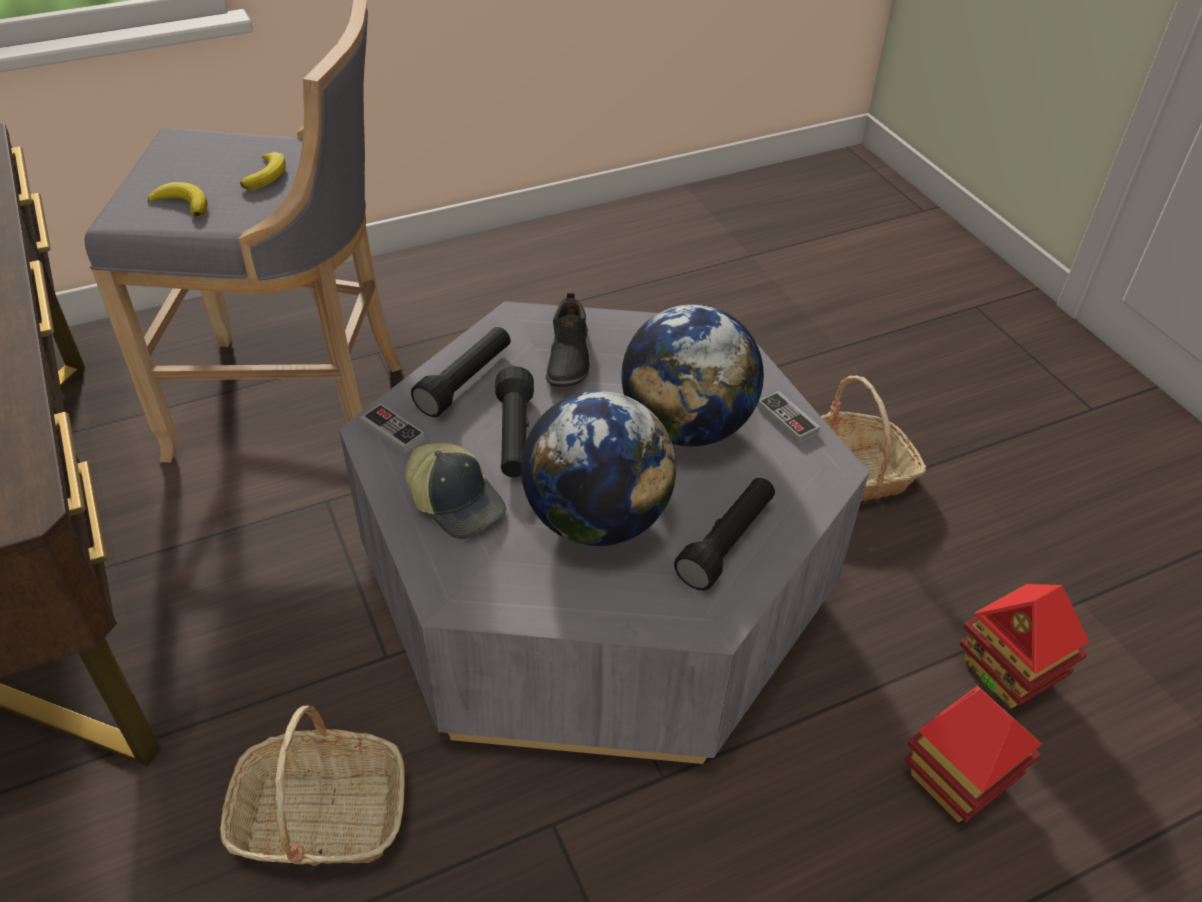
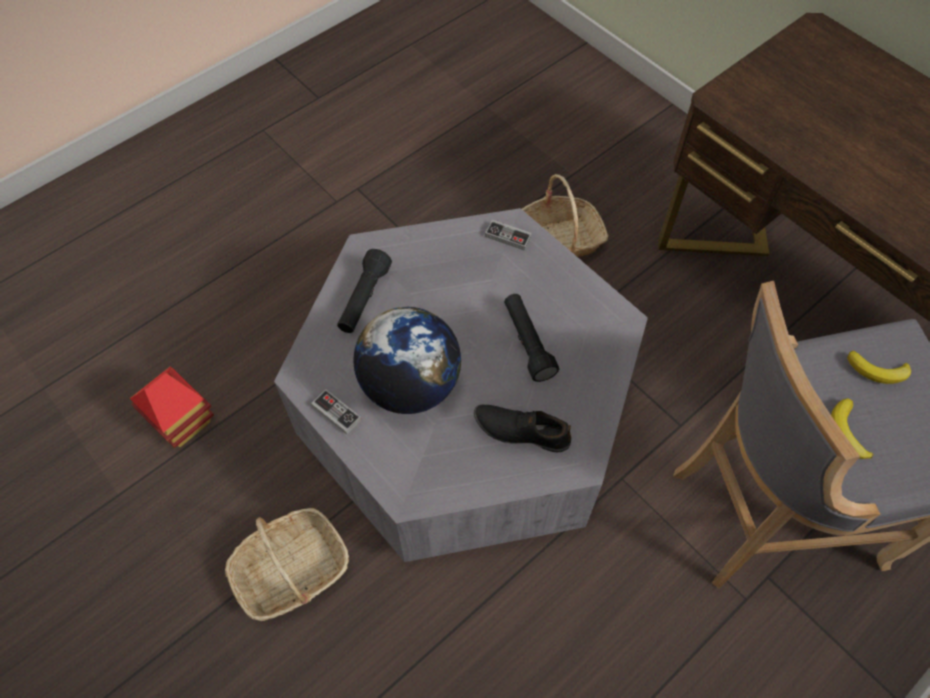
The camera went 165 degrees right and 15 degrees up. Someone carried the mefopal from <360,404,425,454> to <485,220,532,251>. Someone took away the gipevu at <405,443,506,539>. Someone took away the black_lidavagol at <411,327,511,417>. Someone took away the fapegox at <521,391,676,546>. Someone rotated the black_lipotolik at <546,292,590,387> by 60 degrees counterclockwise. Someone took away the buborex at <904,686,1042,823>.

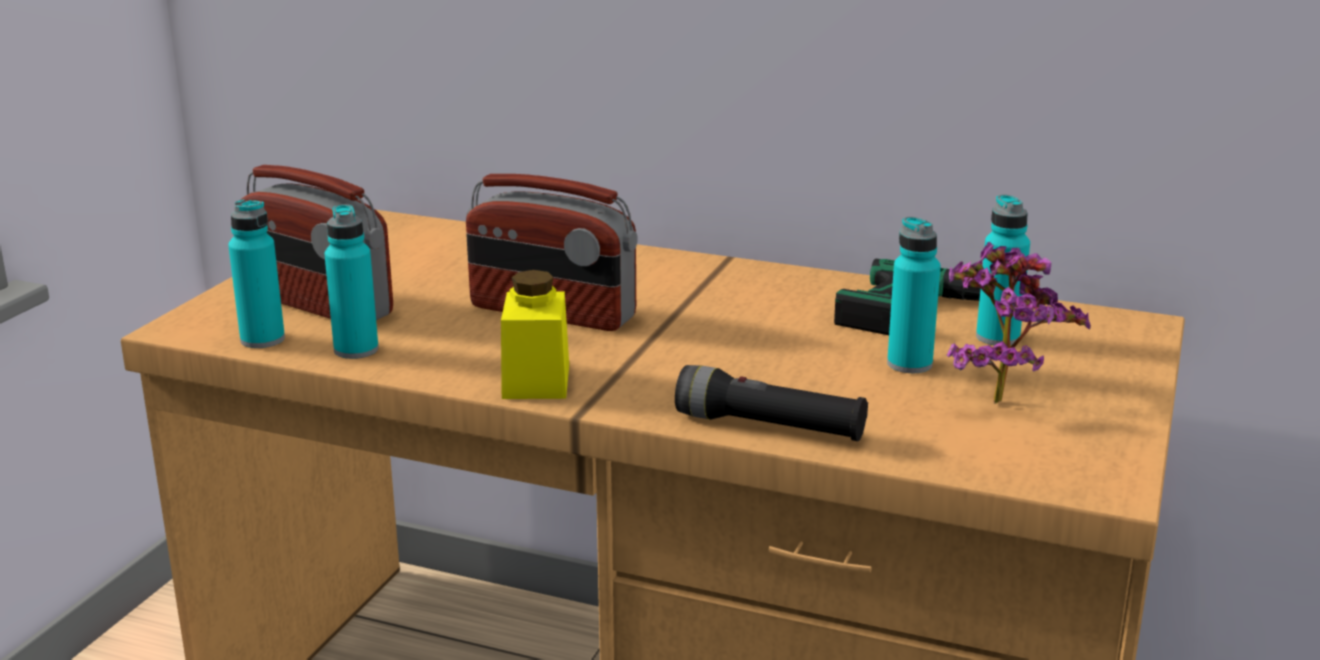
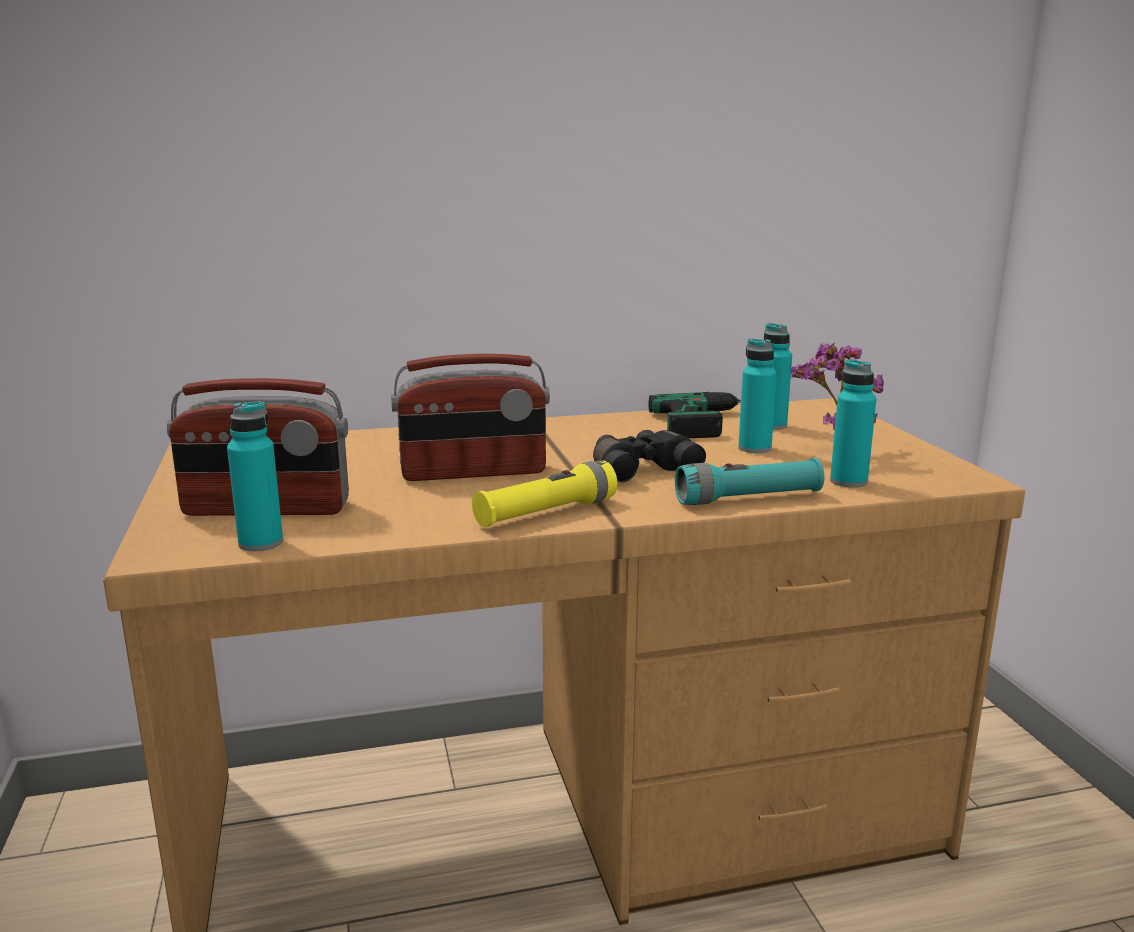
The camera went 35 degrees left and 5 degrees down. Someone carried the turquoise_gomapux from <324,204,379,359> to <830,359,876,488>. Someone swapped the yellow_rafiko at <501,270,569,399> for the yellow_lidavagol at <472,460,617,527>. Someone repainted the black_lidavagol at <675,365,868,441>, which became the turquoise_lidavagol at <675,458,824,505>. Someone put down the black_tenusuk at <593,430,706,482>.

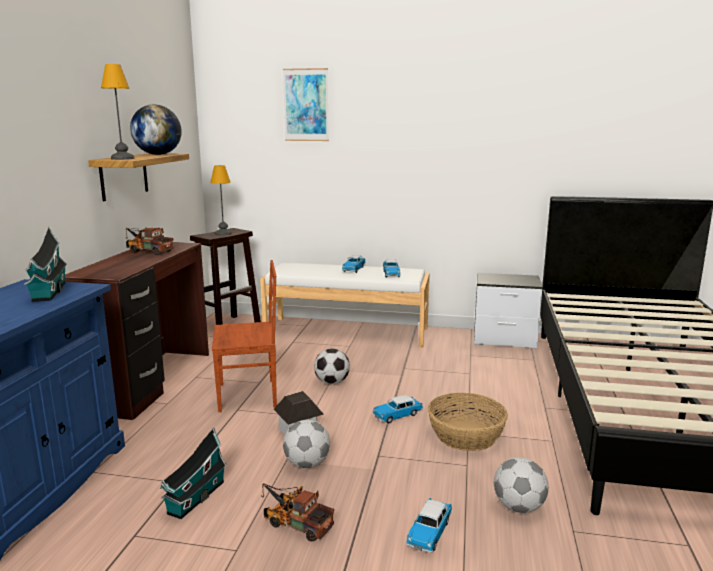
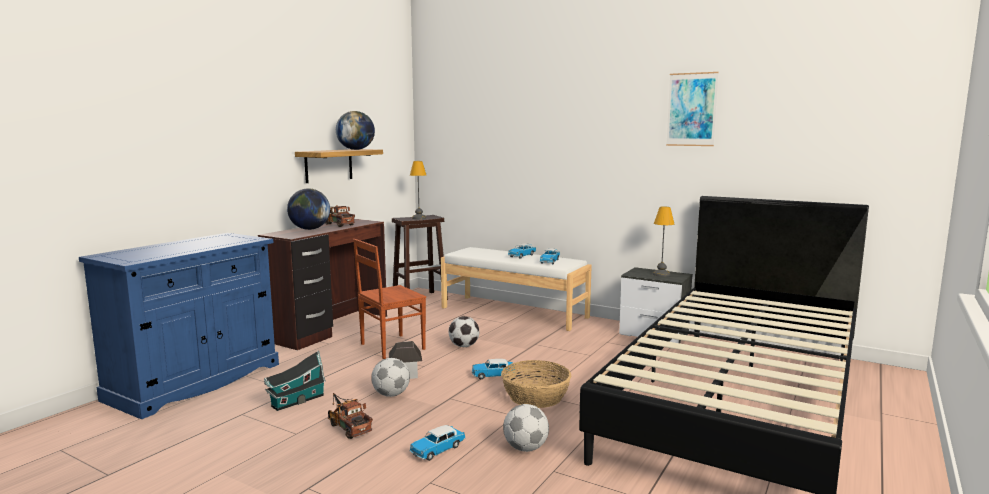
The camera went 20 degrees right and 5 degrees down. Someone took away the buborex at <24,227,67,302>. Someone carried the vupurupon from <101,64,134,160> to <653,207,674,277>. Someone rotated the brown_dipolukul at <212,260,277,412> by 135 degrees clockwise. Someone carried the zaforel from <283,68,329,141> to <666,72,719,146>. Someone put down the fapegox at <287,188,330,230>.

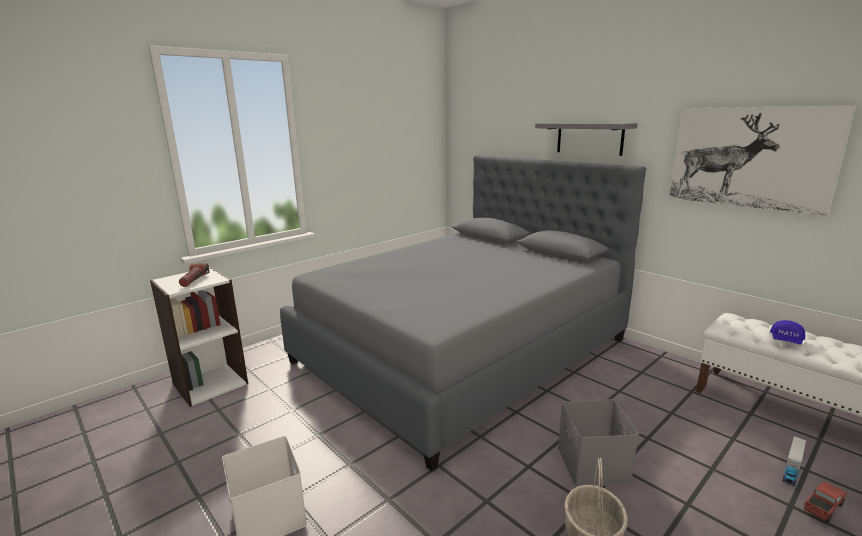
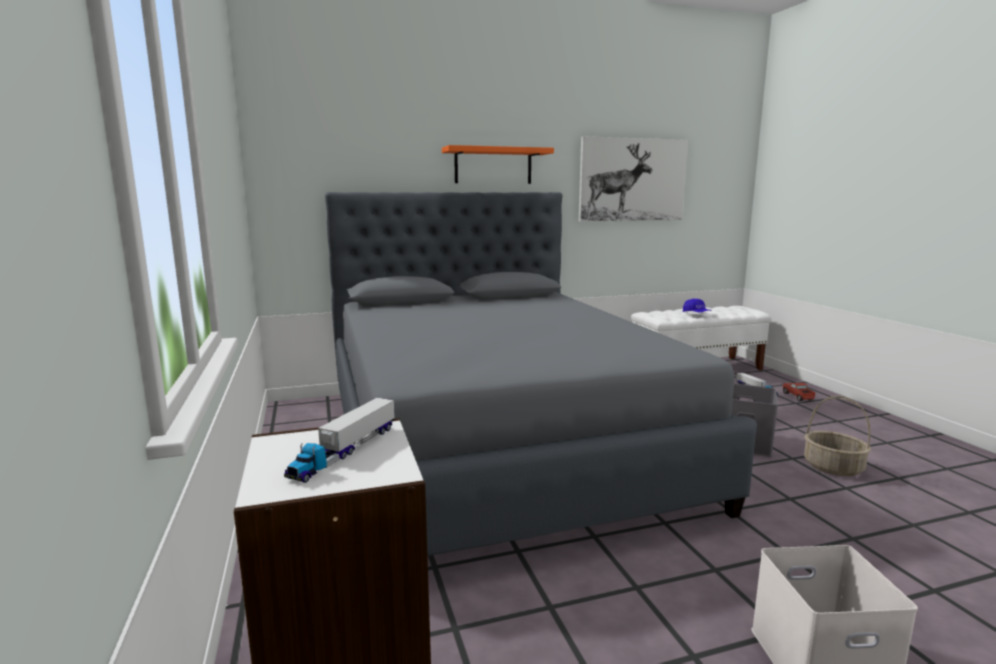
The camera went 65 degrees left and 5 degrees down. Someone swapped the lidavagol at <179,263,209,287> for the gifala at <284,398,395,483>. Someone repainted the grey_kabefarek at <535,123,637,156>, which became the orange_kabefarek at <442,145,554,184>.

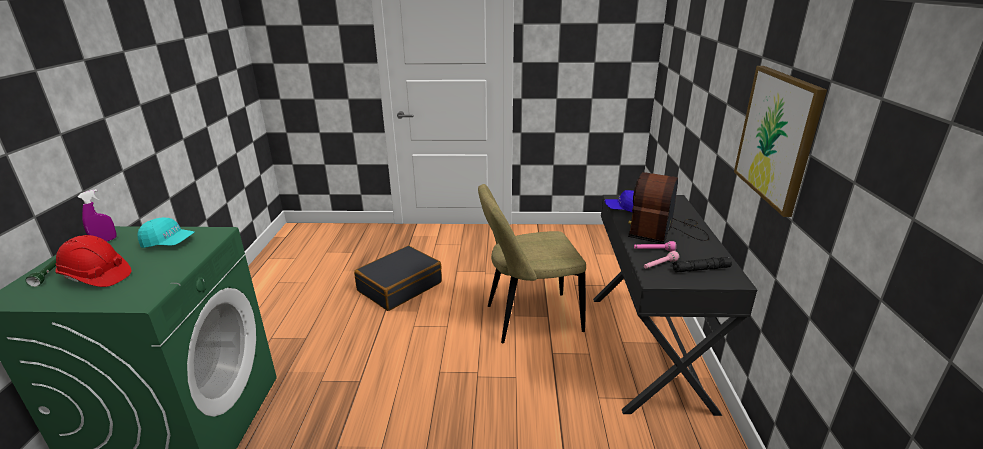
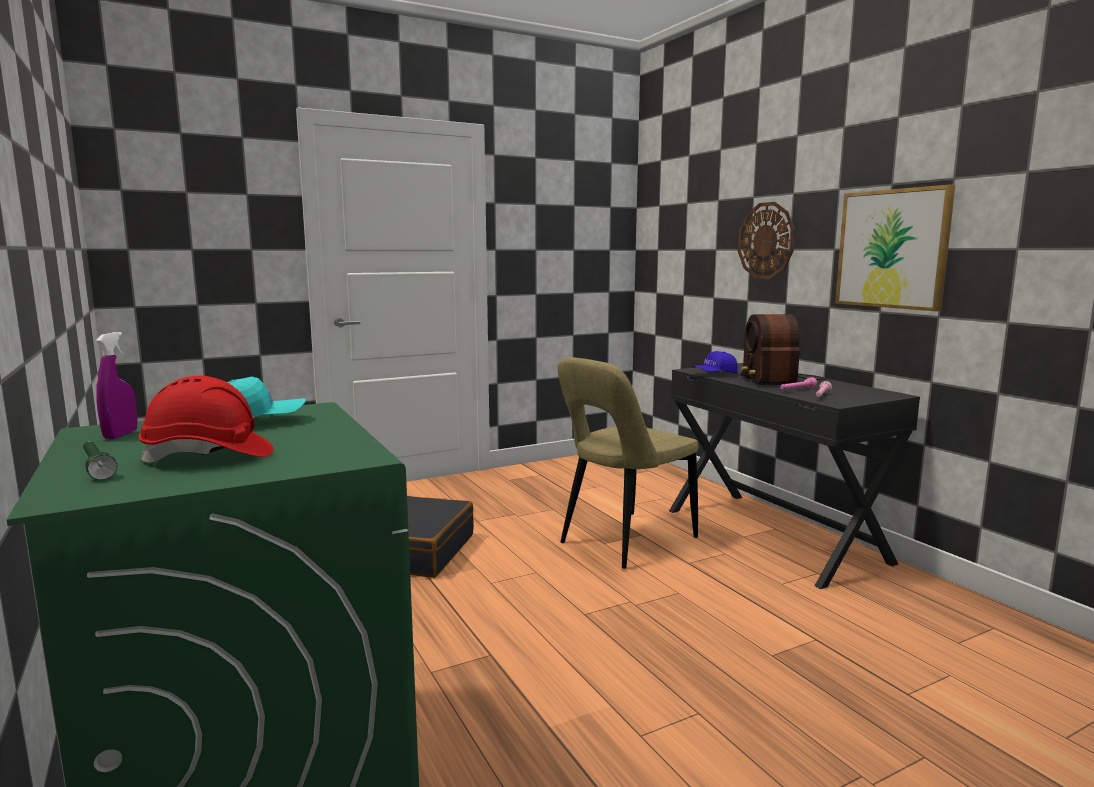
The camera went 30 degrees left and 15 degrees down. Someone took away the black_lidavagol at <671,257,732,273>. Someone put up the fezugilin at <738,202,795,279>.

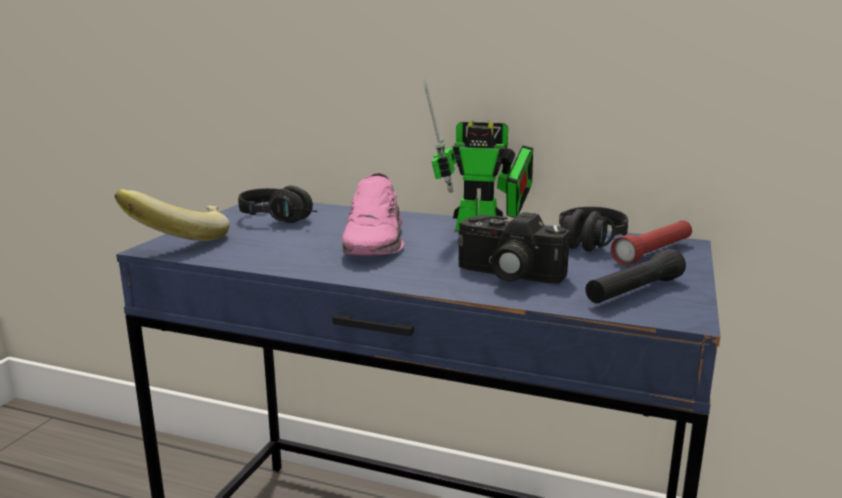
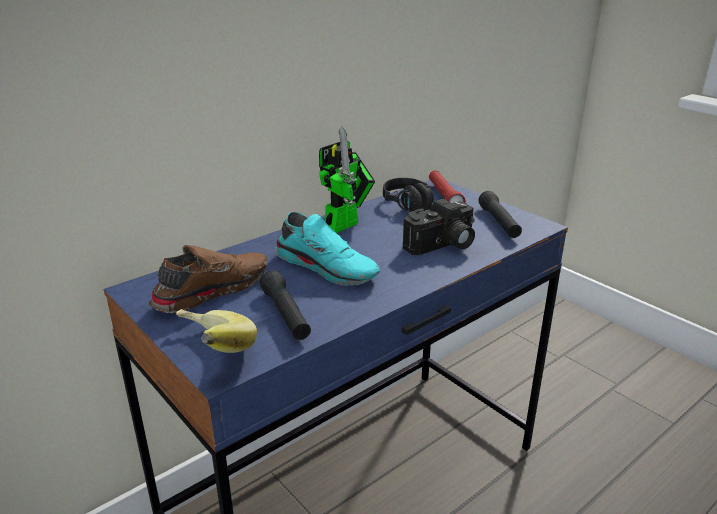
The camera went 60 degrees left and 10 degrees up. Someone swapped the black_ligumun at <238,186,318,223> for the brown_lipotolik at <149,245,267,313>. Someone repainted the pink_lipotolik at <342,173,404,255>, which became the turquoise_lipotolik at <275,212,380,285>. Someone put down the black_lidavagol at <260,270,311,340>.

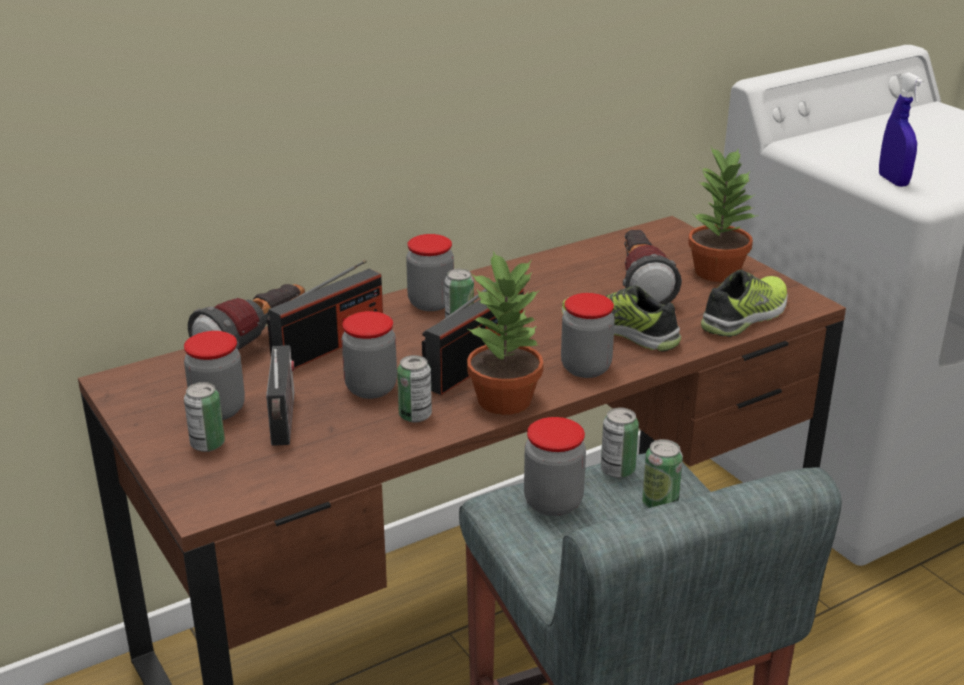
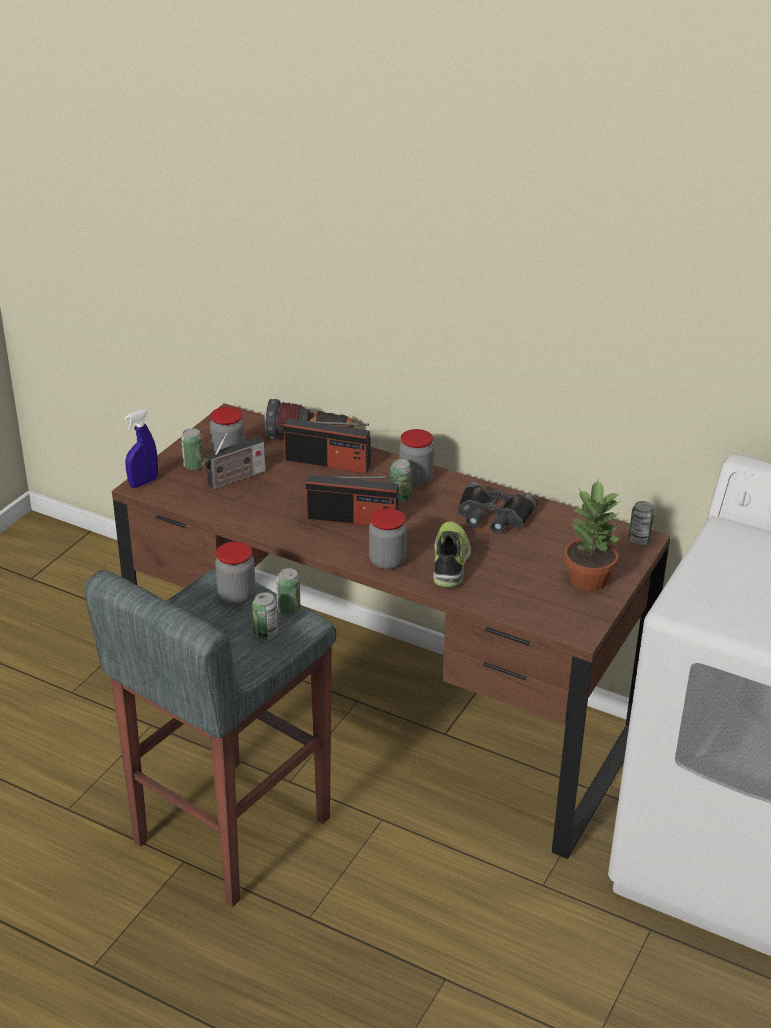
The camera went 60 degrees right and 5 degrees up. Someone took away the rafiko at <342,311,397,399>. Someone carried the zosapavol from <397,355,432,423> to <629,501,655,545>. Someone took away the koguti at <466,251,543,415>. Someone took away the lidavagol at <623,229,682,305>. Someone took away the lipotolik at <701,270,787,337>. Someone carried the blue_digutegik from <879,72,924,187> to <124,410,158,488>. Someone put down the black_tenusuk at <457,482,538,534>.

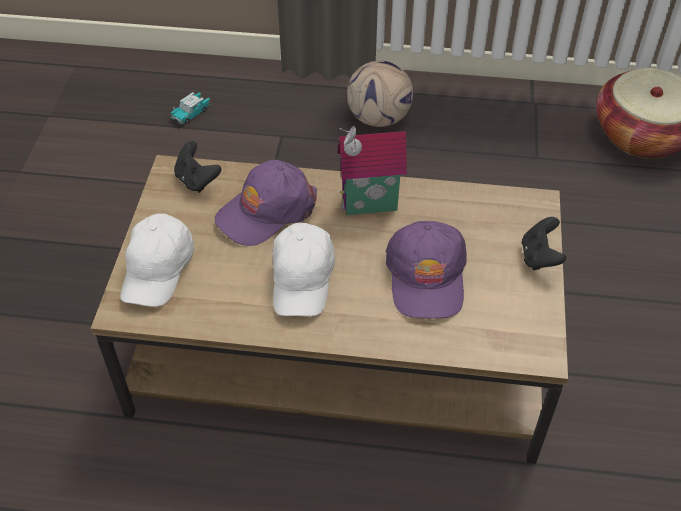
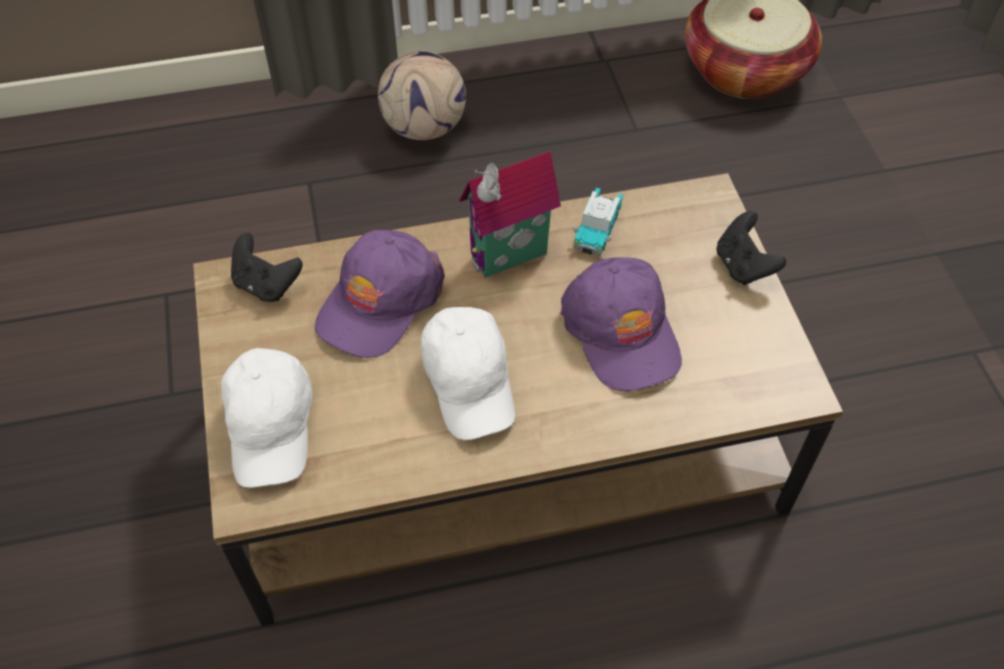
The camera went 20 degrees left and 5 degrees up. Someone carried the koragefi from <171,92,210,125> to <573,188,623,255>.

